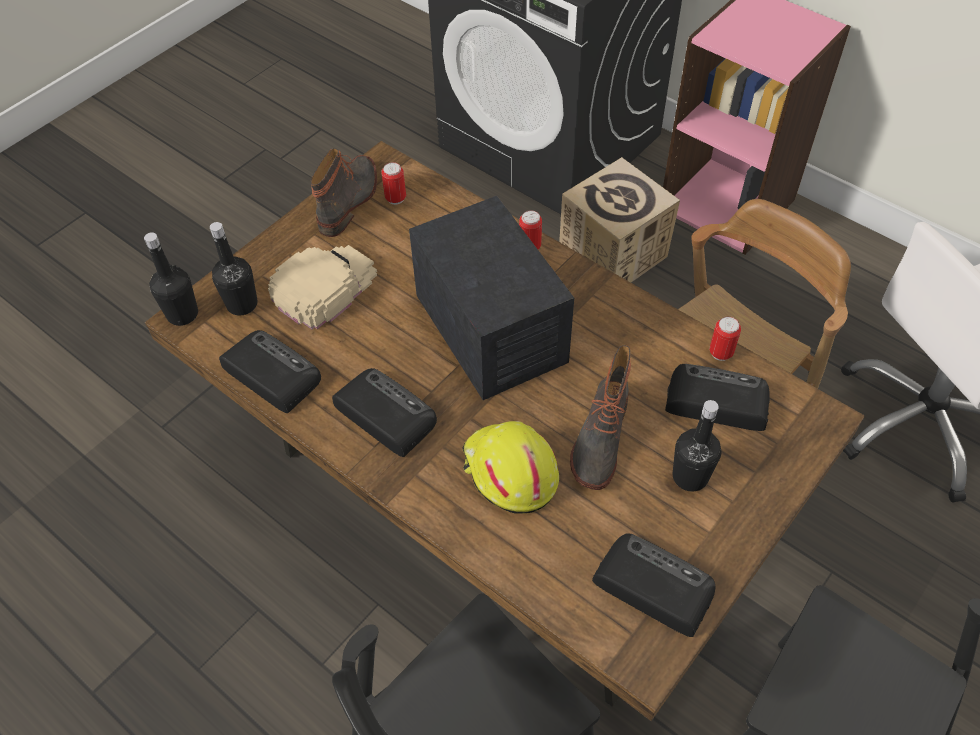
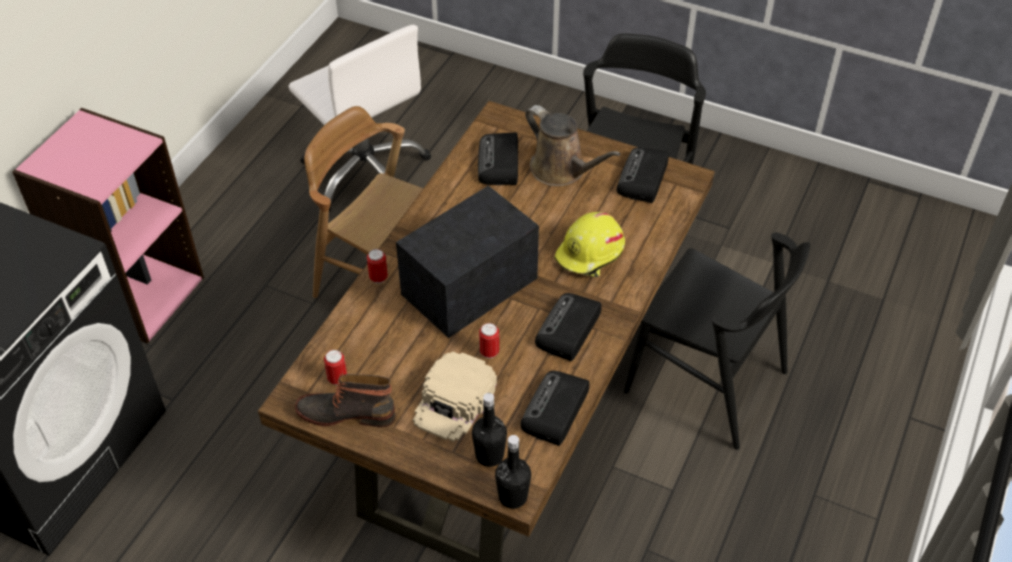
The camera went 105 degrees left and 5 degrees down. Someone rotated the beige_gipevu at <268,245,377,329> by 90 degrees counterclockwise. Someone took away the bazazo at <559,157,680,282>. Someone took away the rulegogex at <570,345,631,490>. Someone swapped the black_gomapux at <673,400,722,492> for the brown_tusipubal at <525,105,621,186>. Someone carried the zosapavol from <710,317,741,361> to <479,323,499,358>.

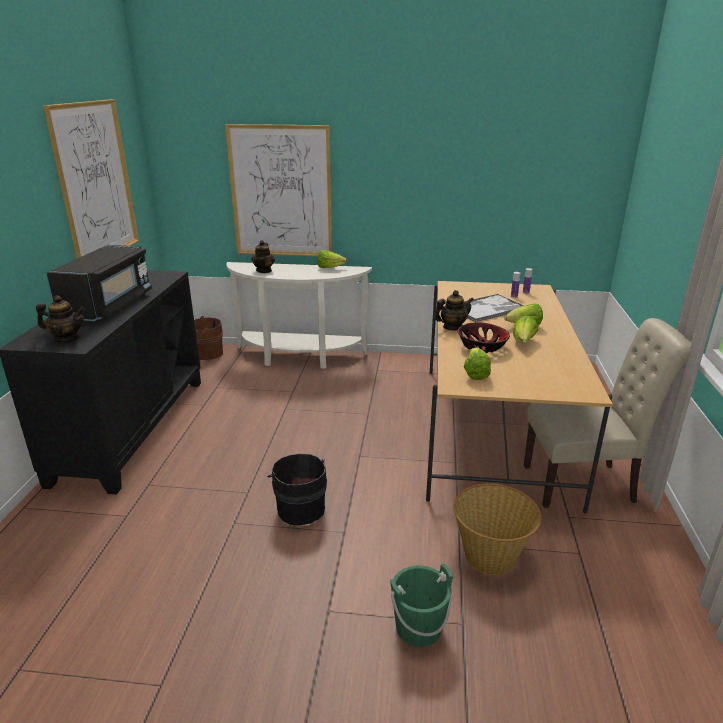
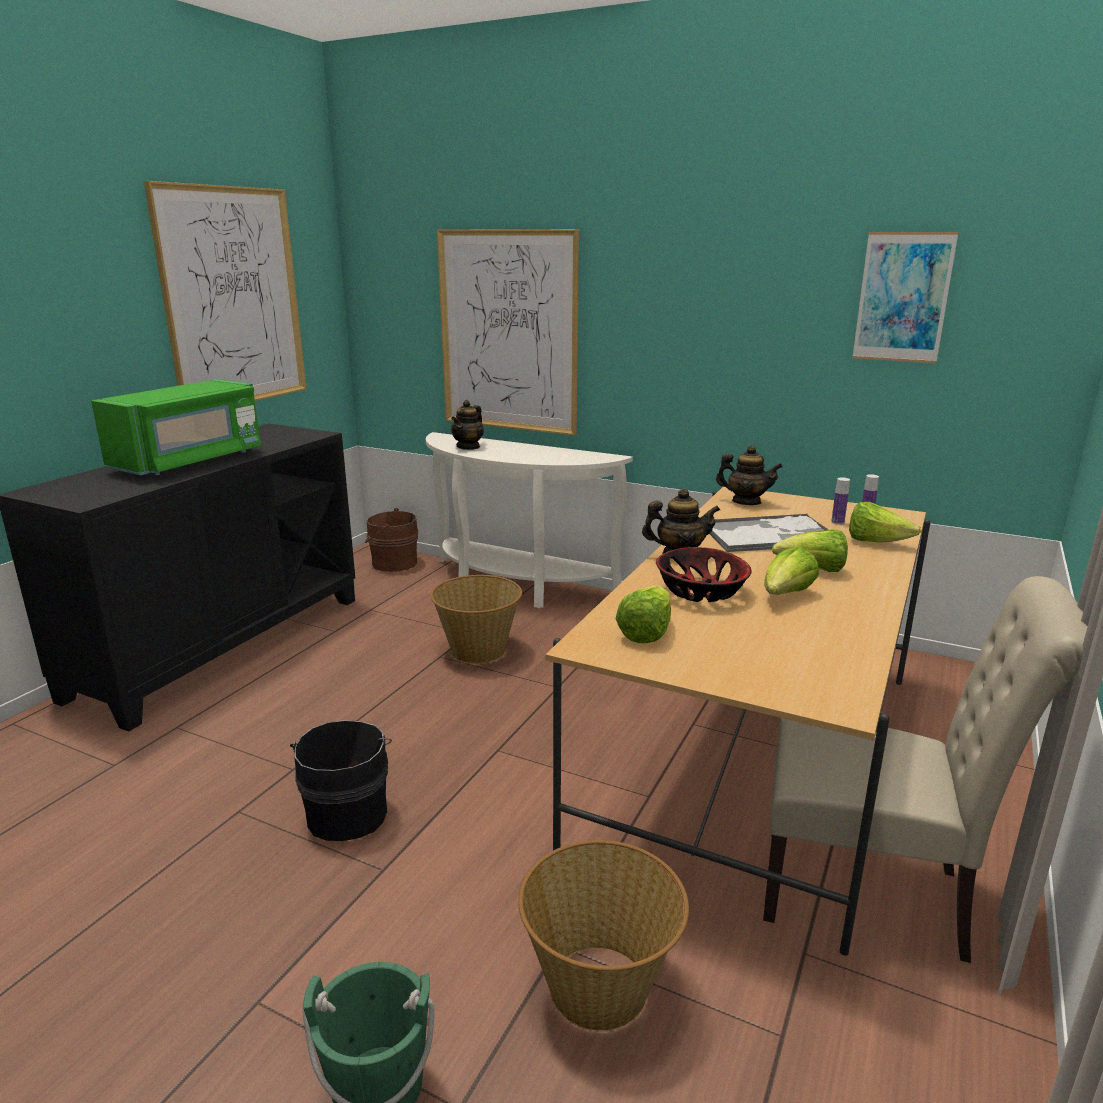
The camera went 20 degrees right and 5 degrees down. Someone carried the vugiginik from <36,295,85,343> to <716,445,783,505>. Someone repainted the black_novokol at <47,245,152,321>, which became the green_novokol at <91,379,261,475>. Someone carried the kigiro from <317,249,348,268> to <849,502,921,542>. Someone put down the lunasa at <430,575,522,664>. Someone put up the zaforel at <852,232,958,363>.

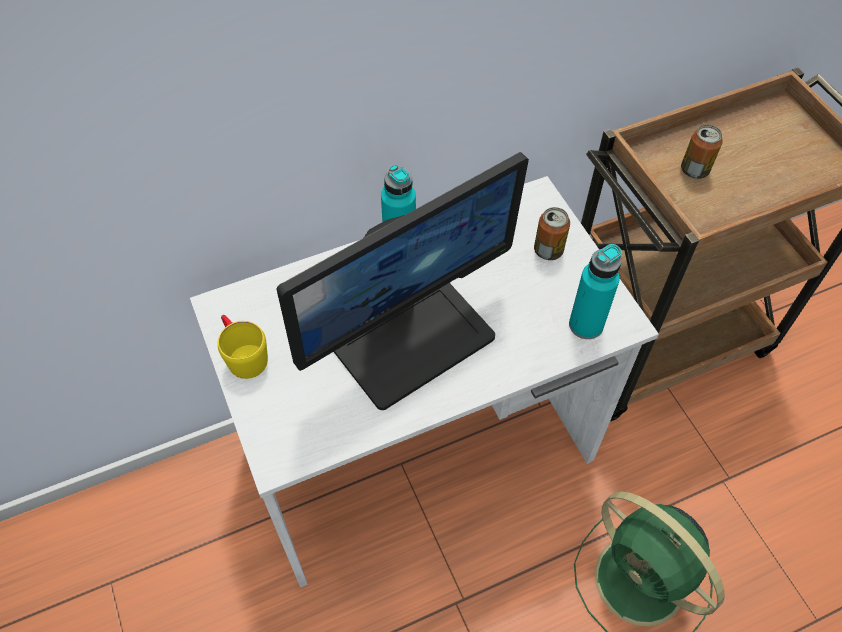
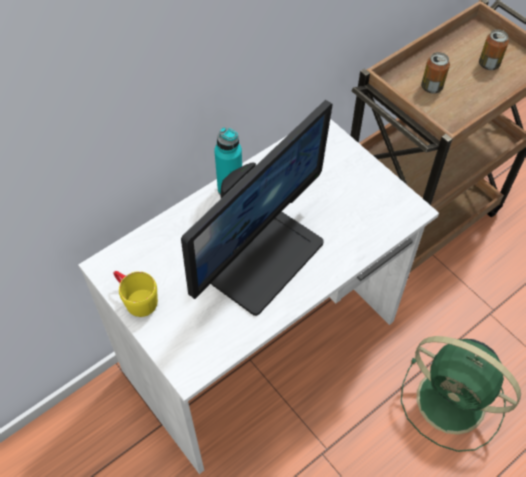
The camera went 15 degrees left and 0 degrees up. Someone carried the zosapavol from <534,207,570,260> to <479,29,509,70>. Someone took away the turquoise_gomapux at <569,244,622,339>.

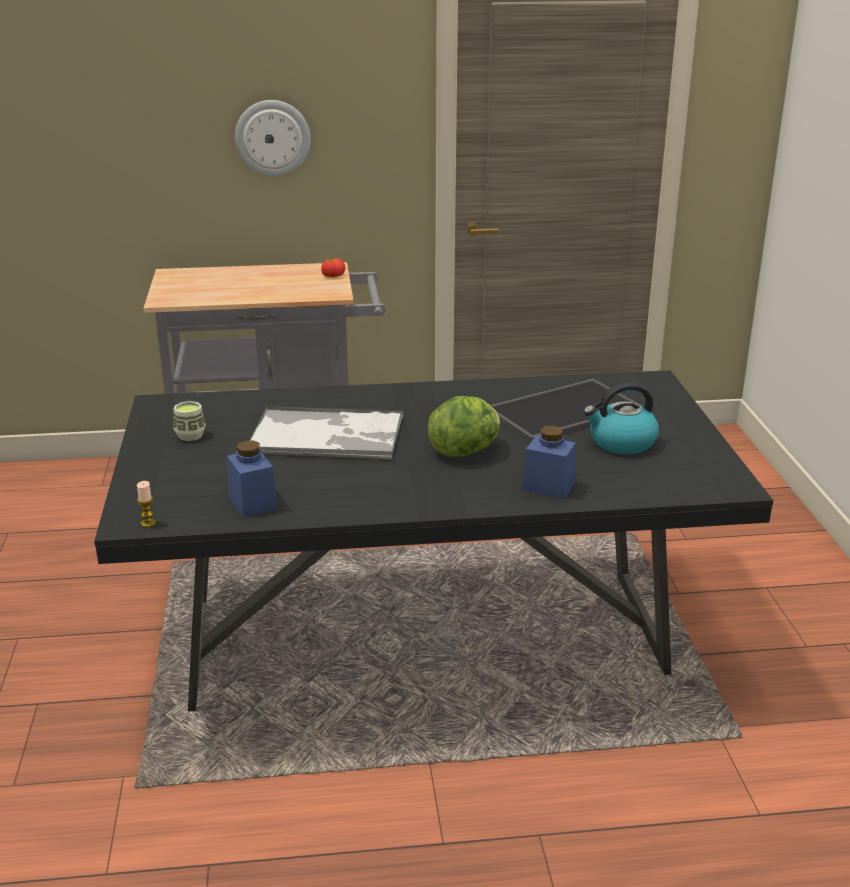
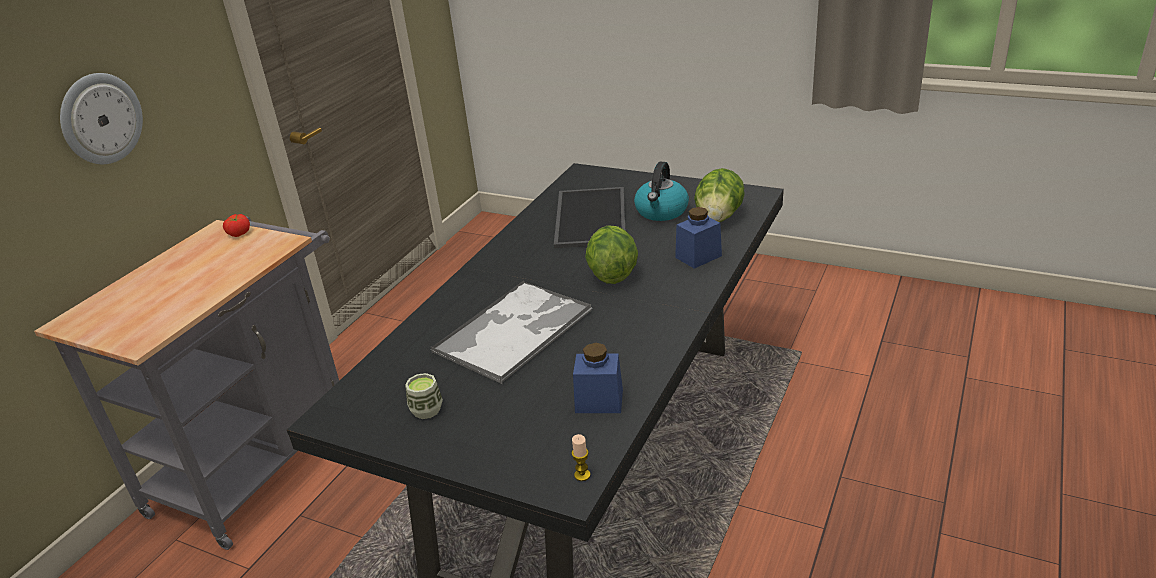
The camera went 55 degrees left and 5 degrees up. Someone put down the kigiro at <694,168,745,222>.

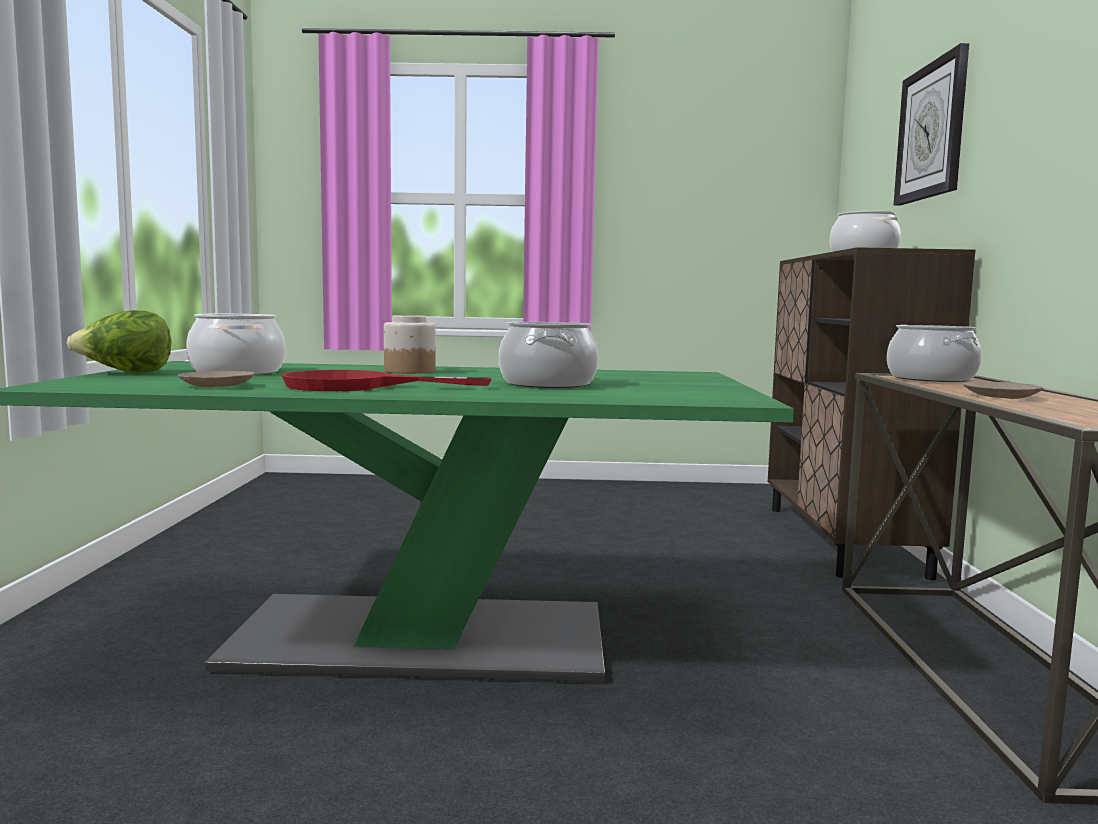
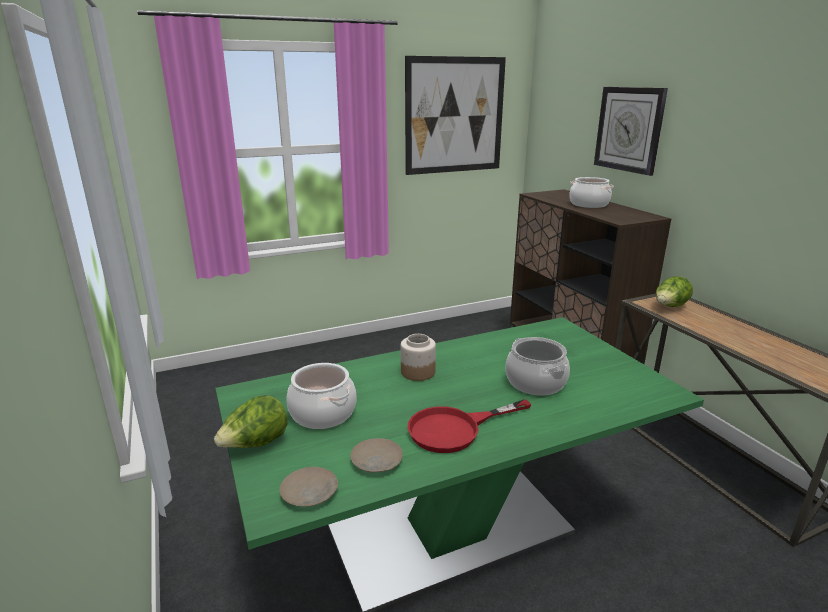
The camera went 25 degrees left and 15 degrees up. Someone swapped the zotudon at <887,325,982,382> for the kigiro at <655,276,693,307>. Someone carried the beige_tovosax from <963,382,1044,399> to <279,467,338,507>. Someone put up the zaforel at <405,56,506,175>.

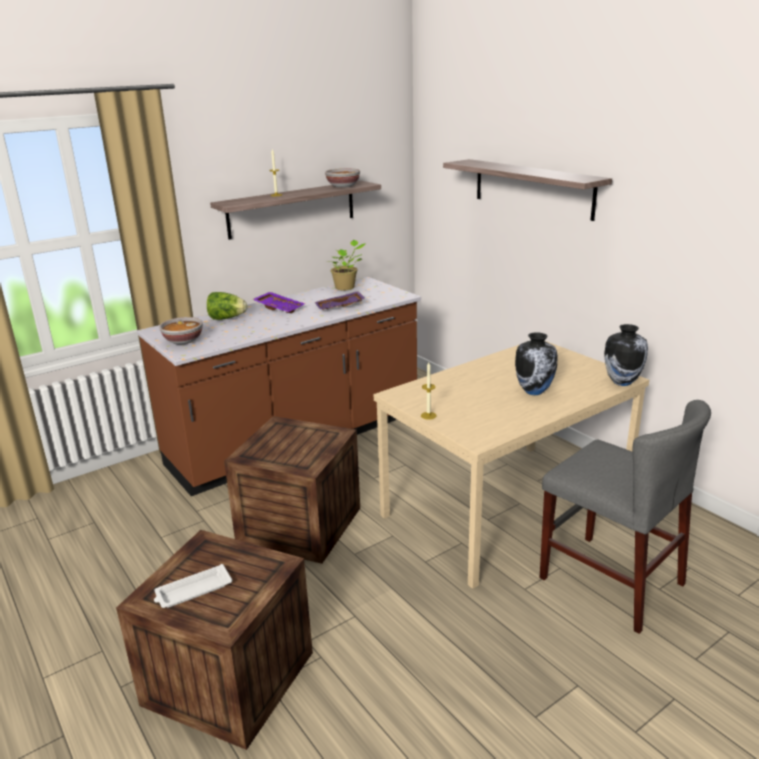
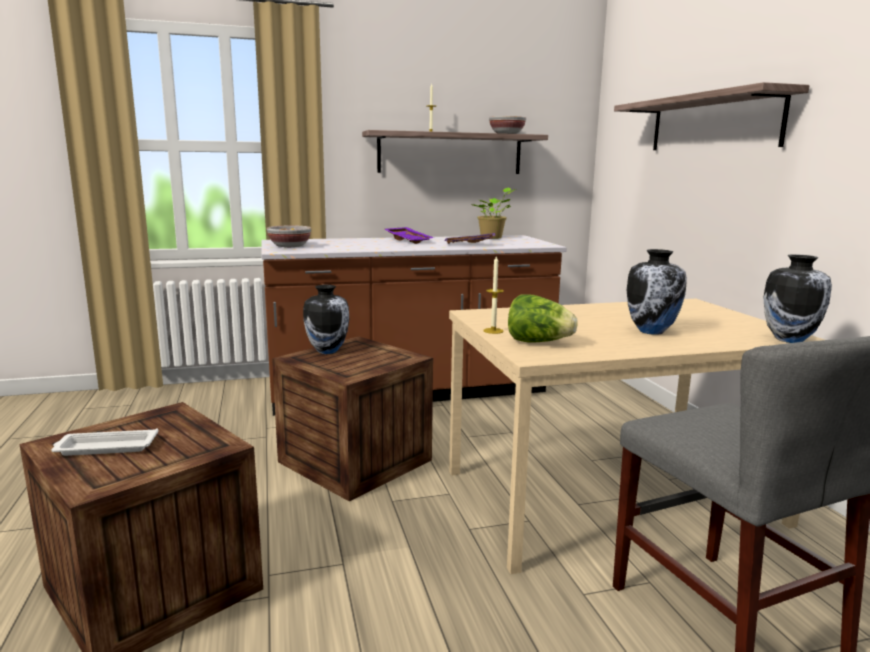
The camera went 20 degrees right and 10 degrees down. Someone carried the kigiro from <207,292,247,320> to <508,294,578,343>. Someone put down the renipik at <303,285,349,354>.

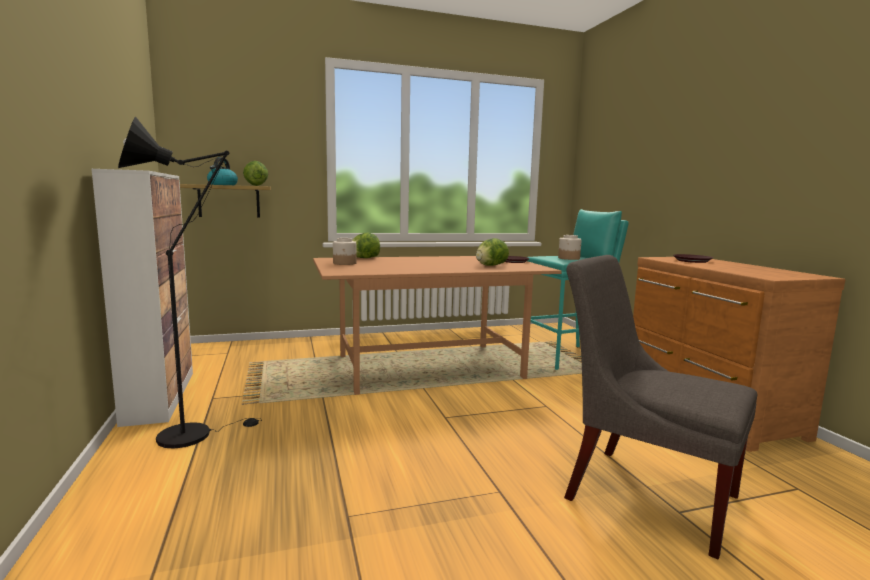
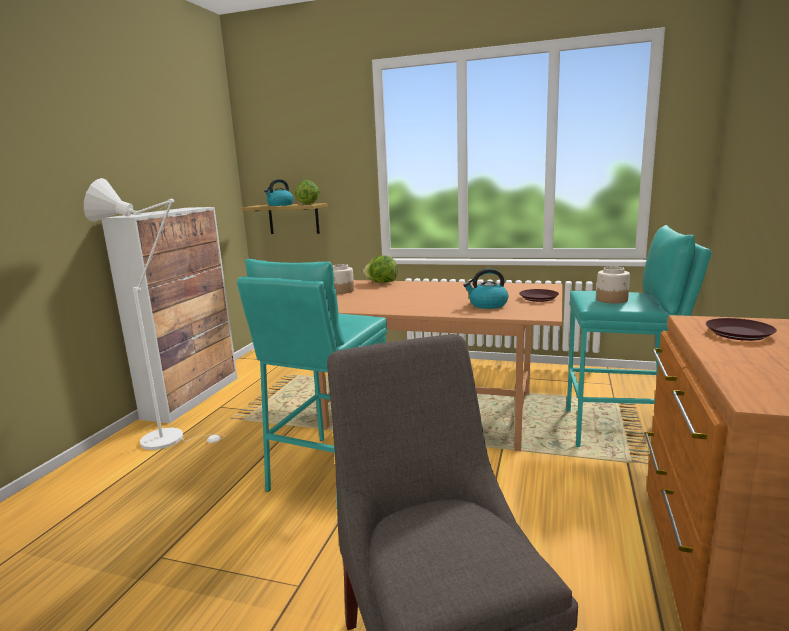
The camera went 35 degrees right and 5 degrees up. Someone repainted the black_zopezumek at <118,116,262,449>, which became the white_zopezumek at <84,178,226,450>. Someone swapped the kigiro at <476,238,509,266> for the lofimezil at <463,268,508,309>. Someone put down the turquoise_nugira at <237,259,387,505>.

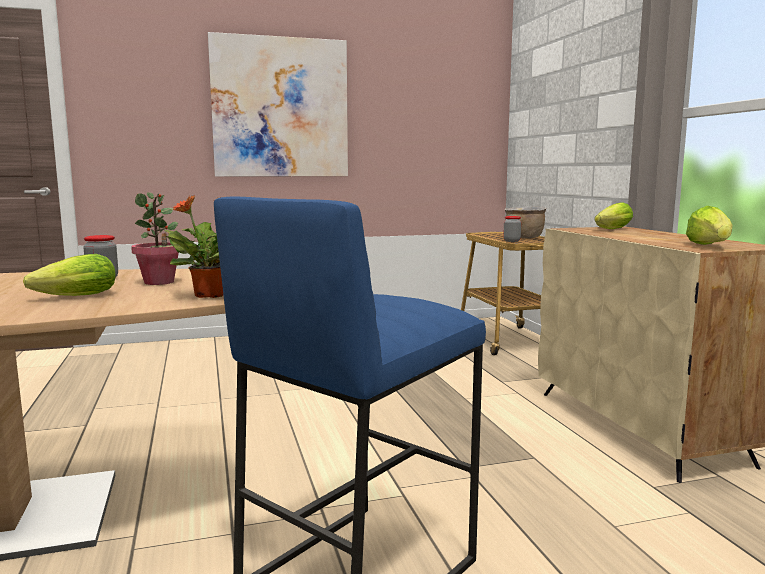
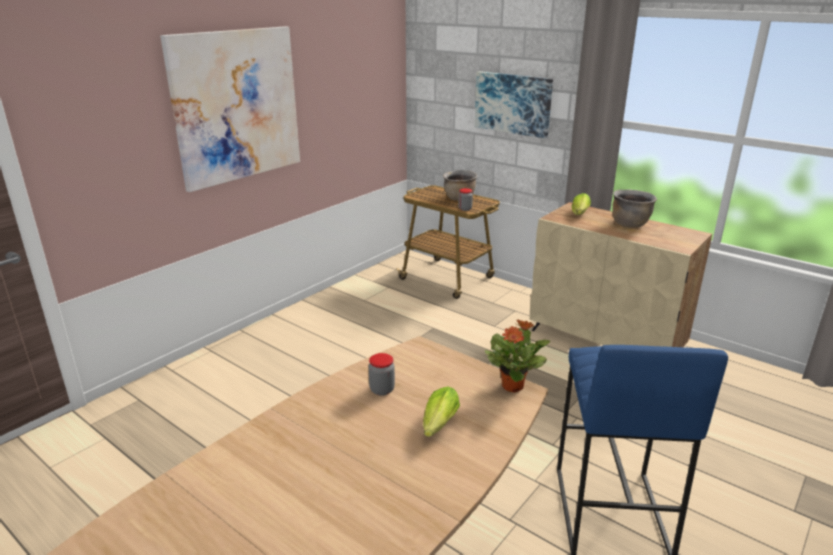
The camera went 35 degrees left and 15 degrees up. Someone took away the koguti at <131,192,179,285>. Someone took away the kigiro at <686,206,732,245>. Someone put up the zaforel at <475,71,553,138>. Someone put down the brown_zotudon at <612,189,657,228>.

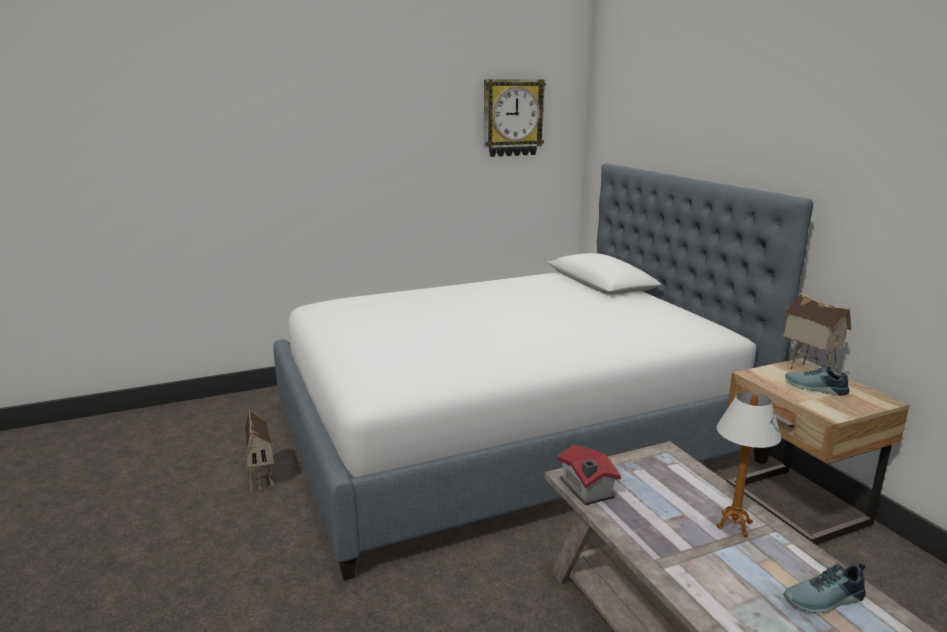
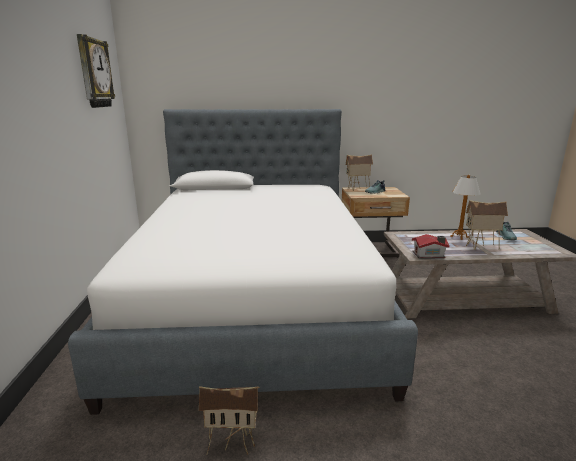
The camera went 70 degrees left and 0 degrees up. Someone put down the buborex at <466,200,508,250>.

